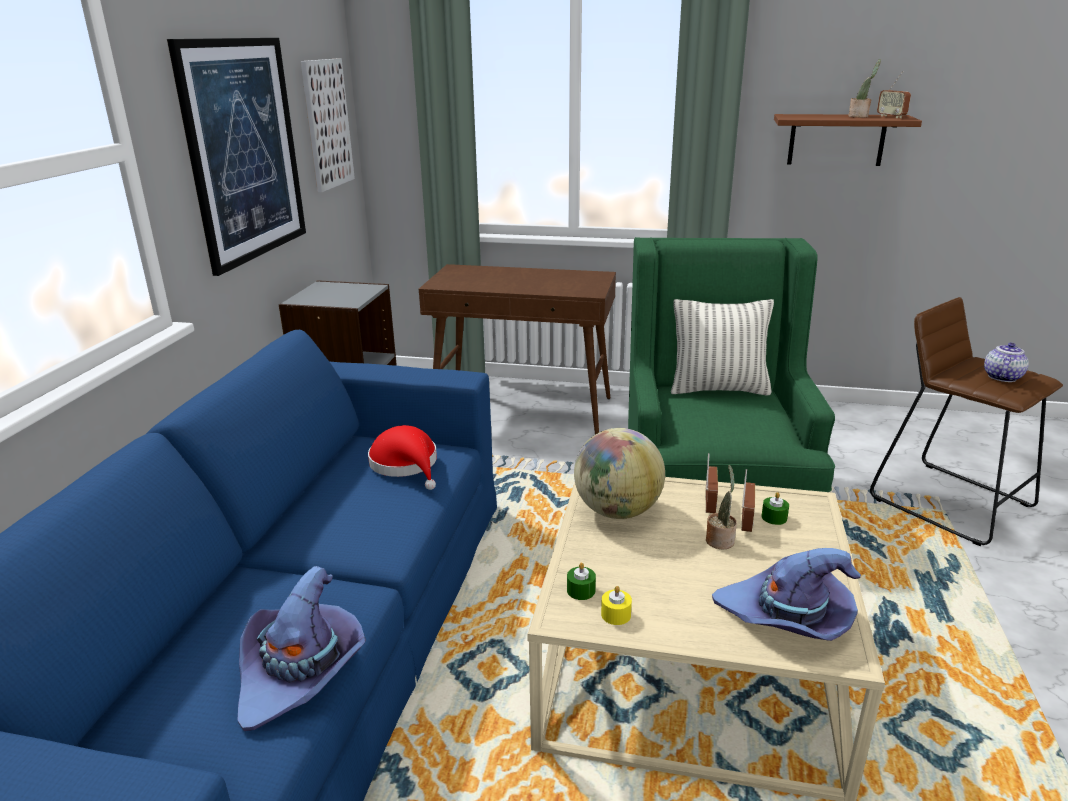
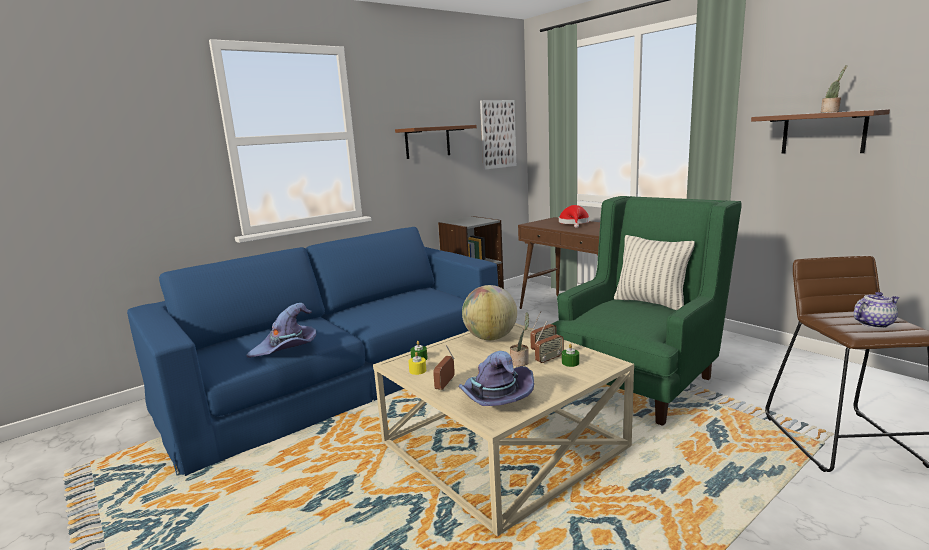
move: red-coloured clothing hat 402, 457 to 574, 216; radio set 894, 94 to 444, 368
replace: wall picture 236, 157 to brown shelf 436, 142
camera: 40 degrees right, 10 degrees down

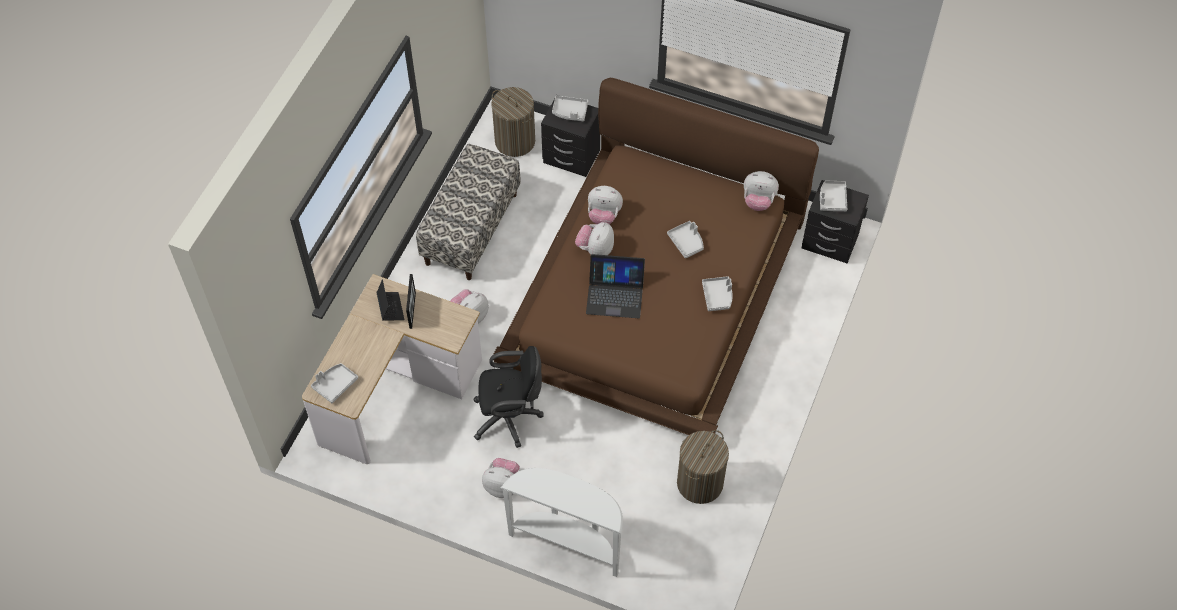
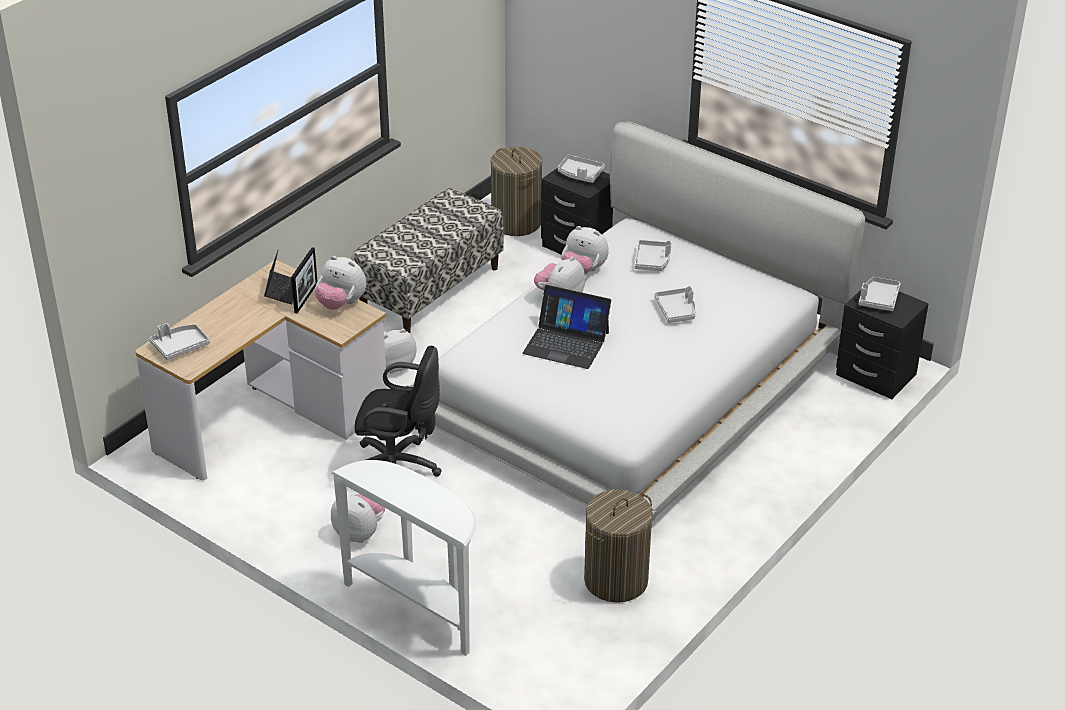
move: gray tray 717, 293 to 653, 255; cuddly toy 761, 191 to 340, 283
recolor: brown bed 656, 256 to white bed 635, 321
camera: 15 degrees right, 20 degrees down

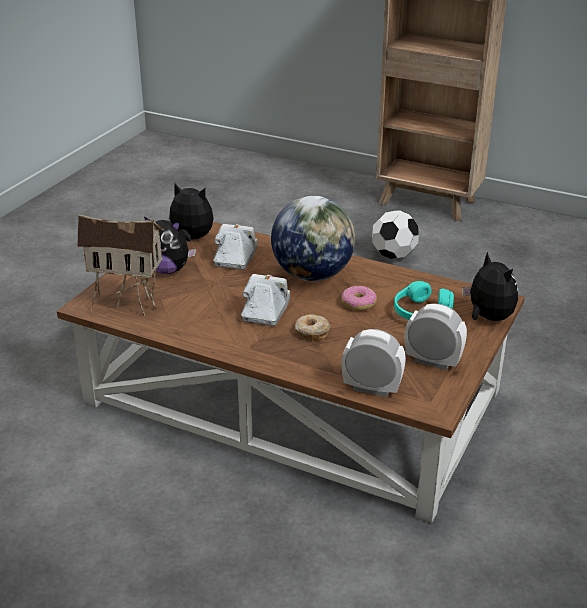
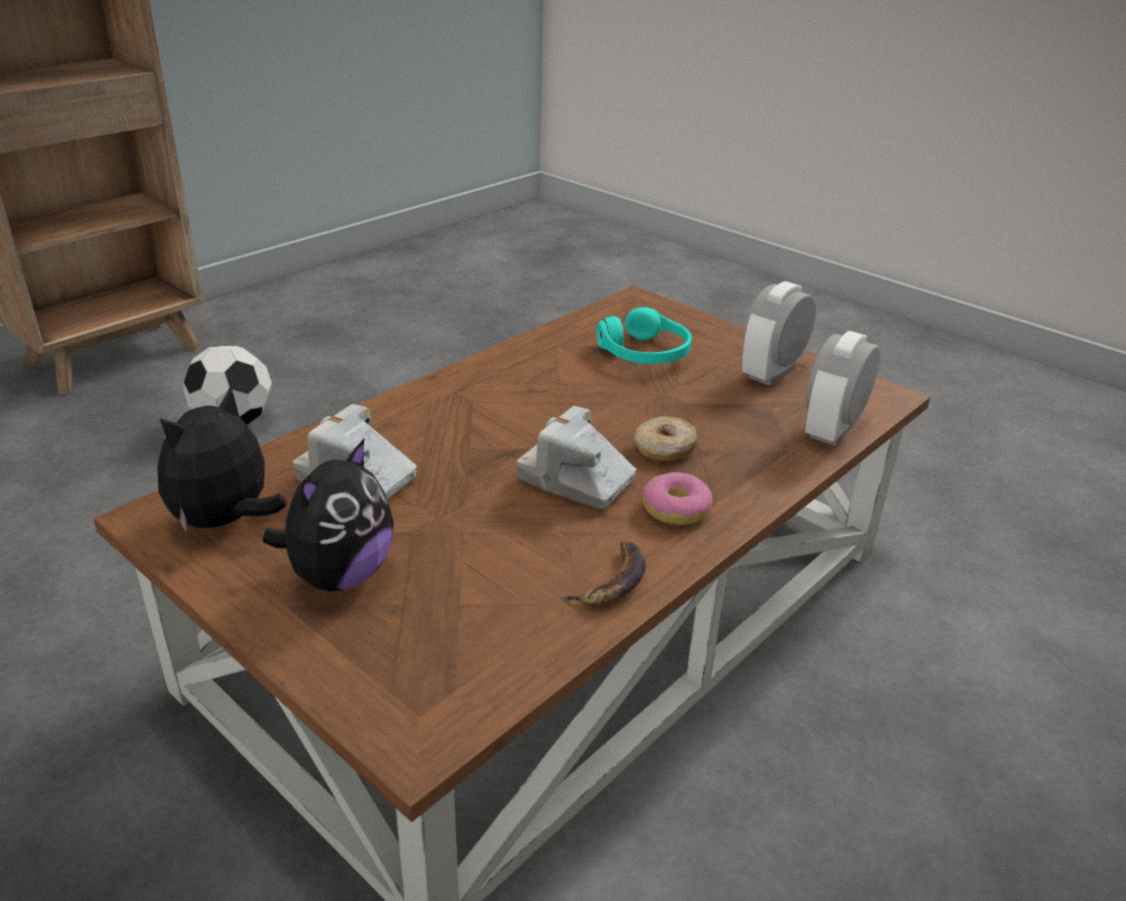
delete: model house 120, 265; world globe 313, 238; cuddly toy 490, 286
insert: banana fruit 602, 573
move: donut 359, 298 to 677, 498
camera: 75 degrees left, 0 degrees up

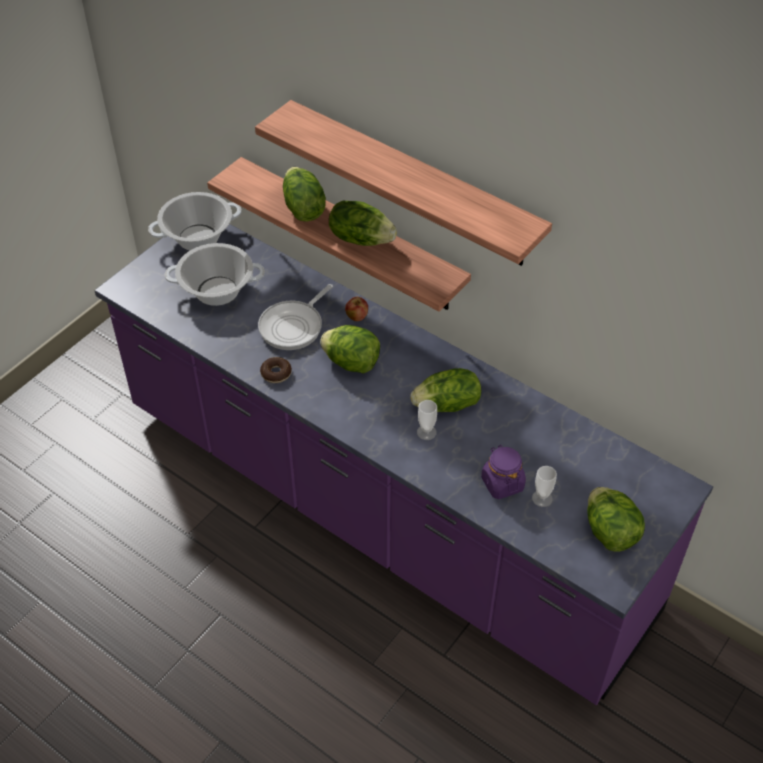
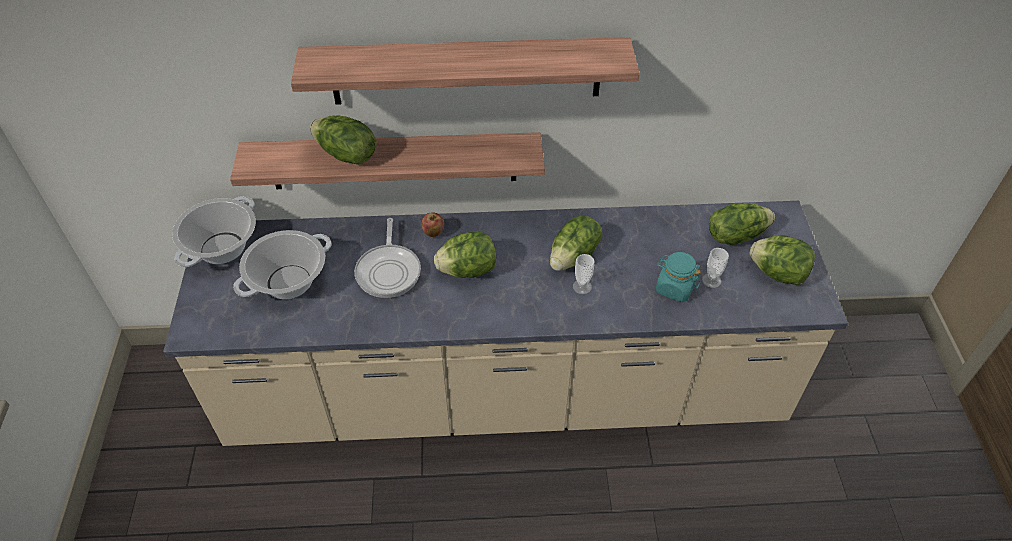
delete: donut 276, 370
move: head of lettuce 363, 223 to 742, 224
recolor: purple-coloured counter 403, 464 to beige counter 505, 323; purple-coloured preserve jar 503, 472 to blue-green preserve jar 678, 277
camera: 40 degrees left, 0 degrees up

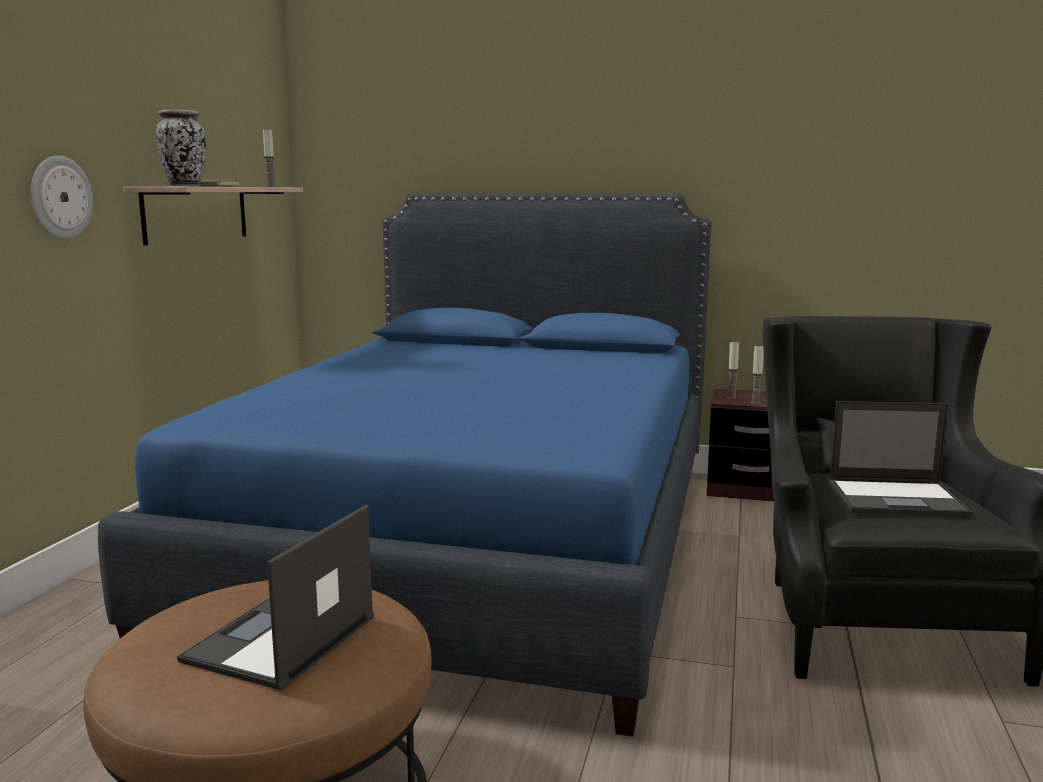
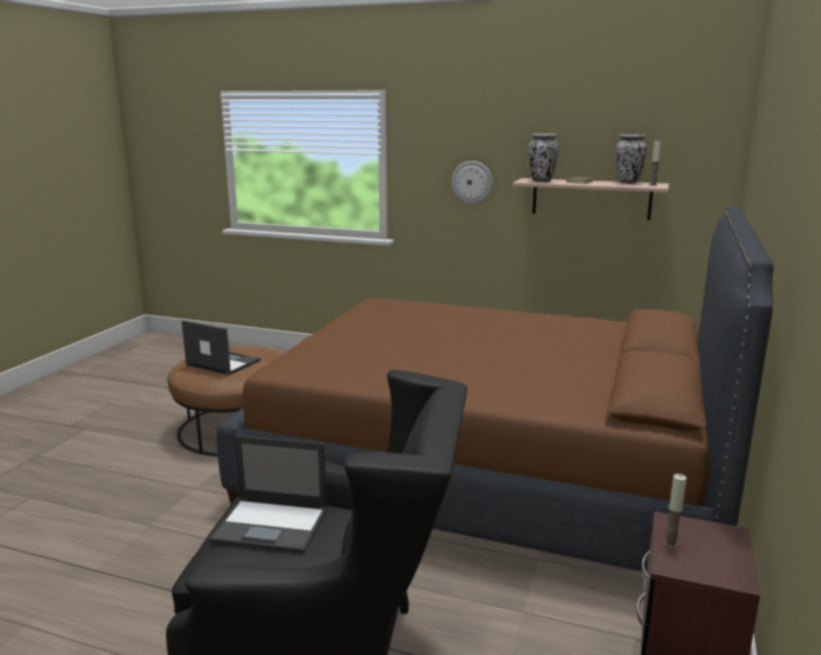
delete: candle 733, 370
insert: decorative vase 631, 159
recolor: blue-coloured bed 404, 465 to brown bed 495, 389
rotate: notebook computer 901, 459 = 268, 495 90 degrees counterclockwise
camera: 95 degrees right, 5 degrees up

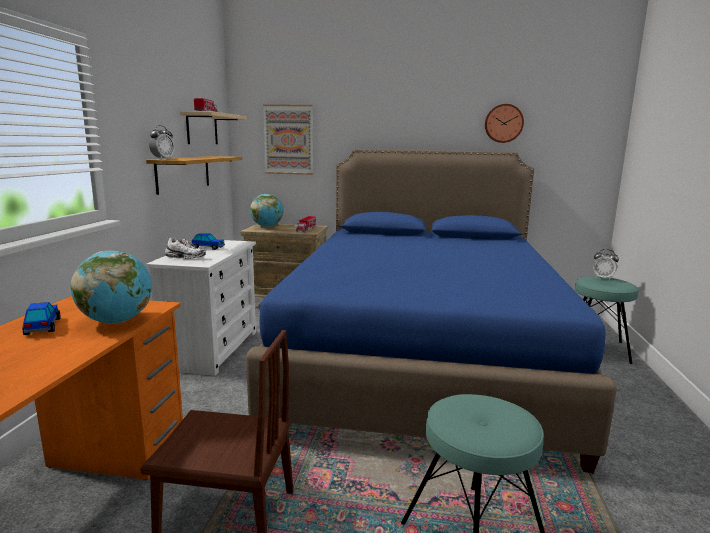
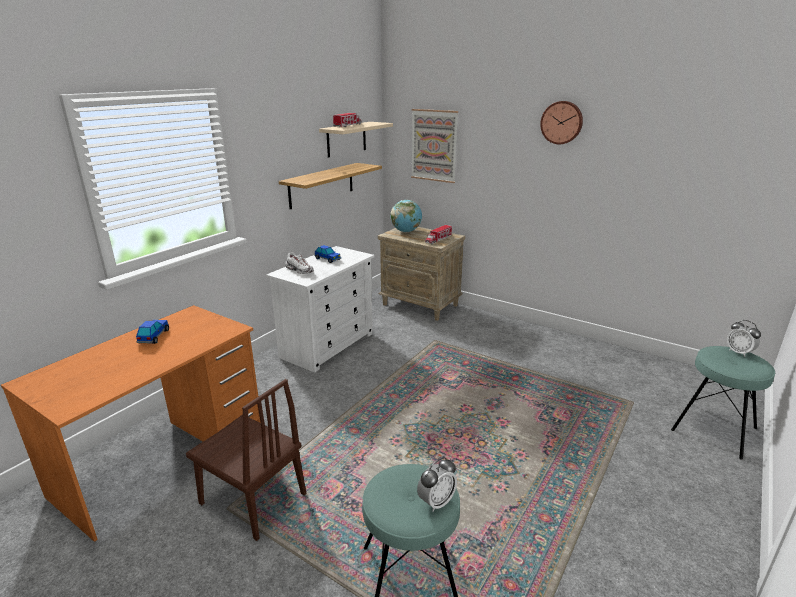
delete: world globe 111, 287; blue-coloured bed 431, 311
move: alarm clock 162, 142 to 437, 485; hanging clock 504, 123 to 561, 122
camera: 25 degrees right, 10 degrees up

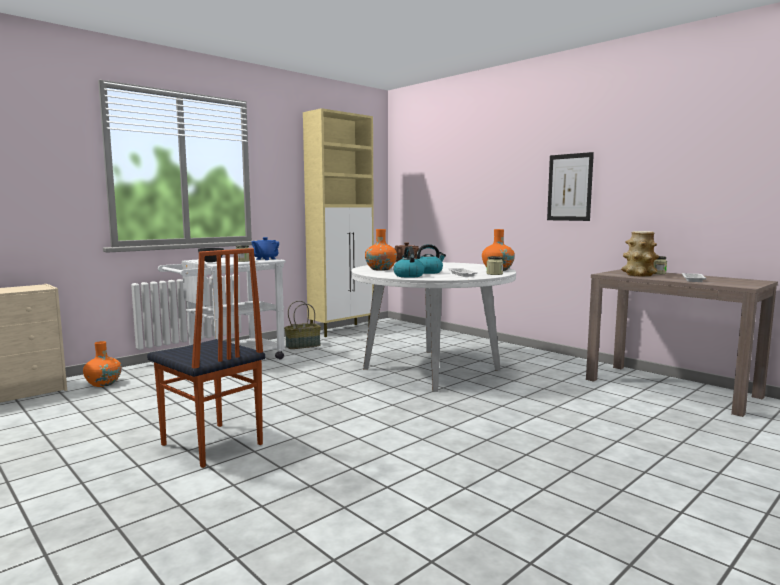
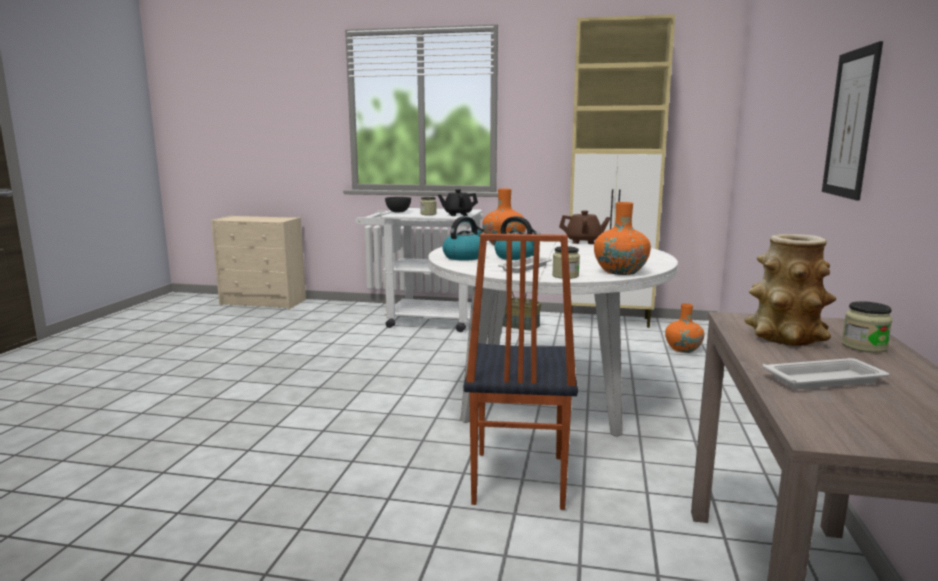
move: orangey decorative vase 102, 364 to 684, 328; chair 206, 358 to 521, 372
recolor: blue-coloured pot for tea 265, 248 to black-coloured pot for tea 458, 202
camera: 55 degrees right, 5 degrees up

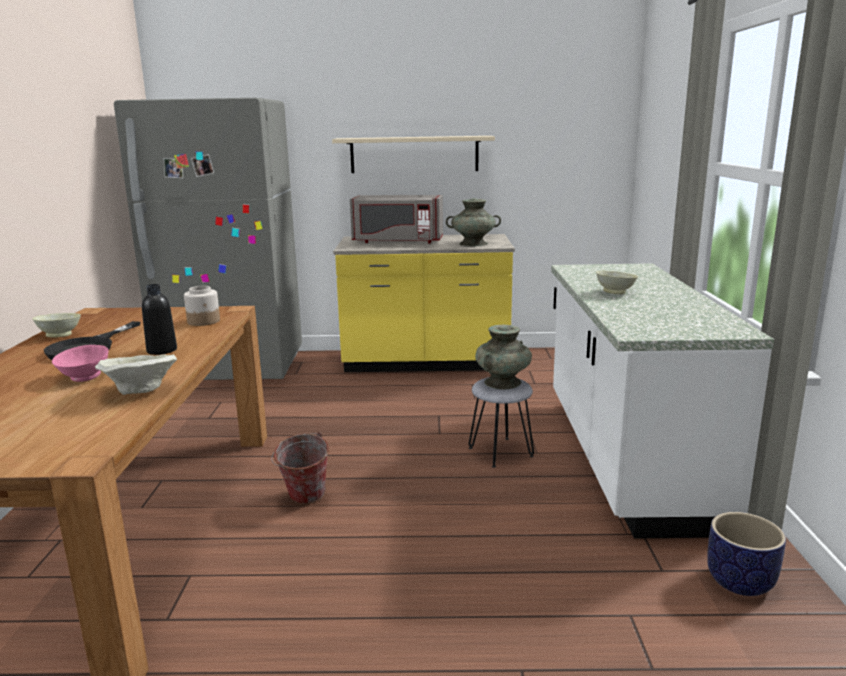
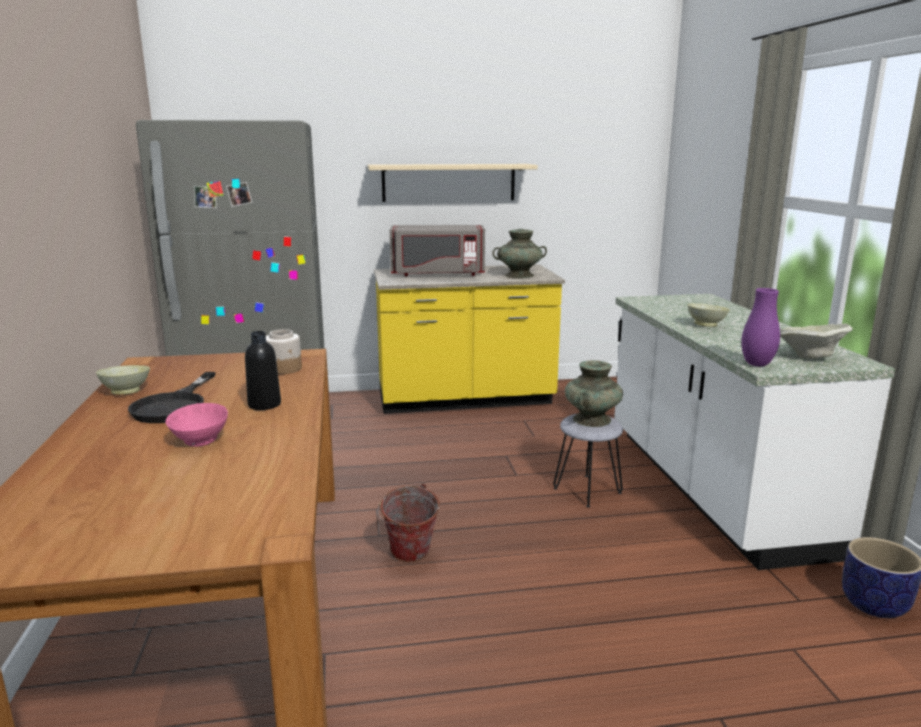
insert: purple-coloured decorative vase 760, 327
move: beige deep dish 136, 374 to 816, 340
camera: 10 degrees left, 0 degrees up

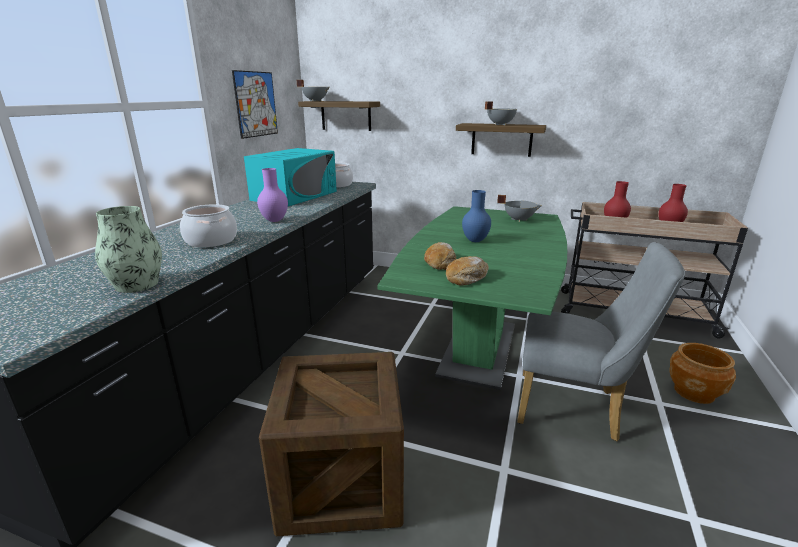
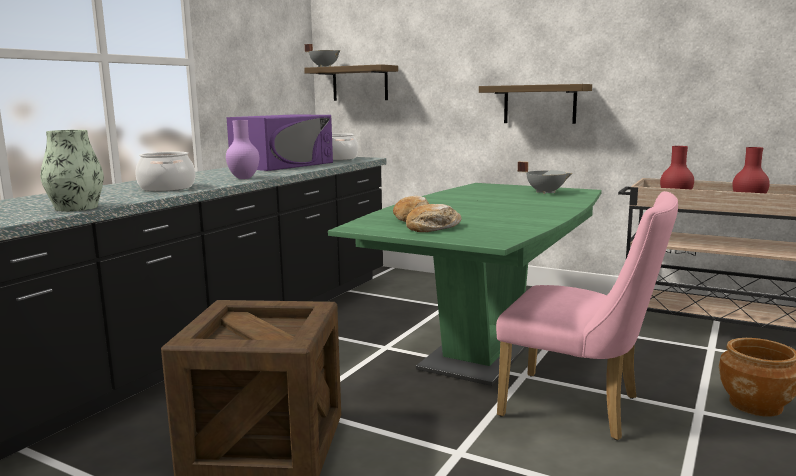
delete: wall picture 255, 104; blue-coloured decorative vase 476, 216; gray cooking pot 501, 113
recolor: blue-green microwave oven 290, 177 to purple-coloured microwave oven 279, 142; gray chair 601, 341 to pink chair 587, 315
camera: 10 degrees right, 10 degrees down

